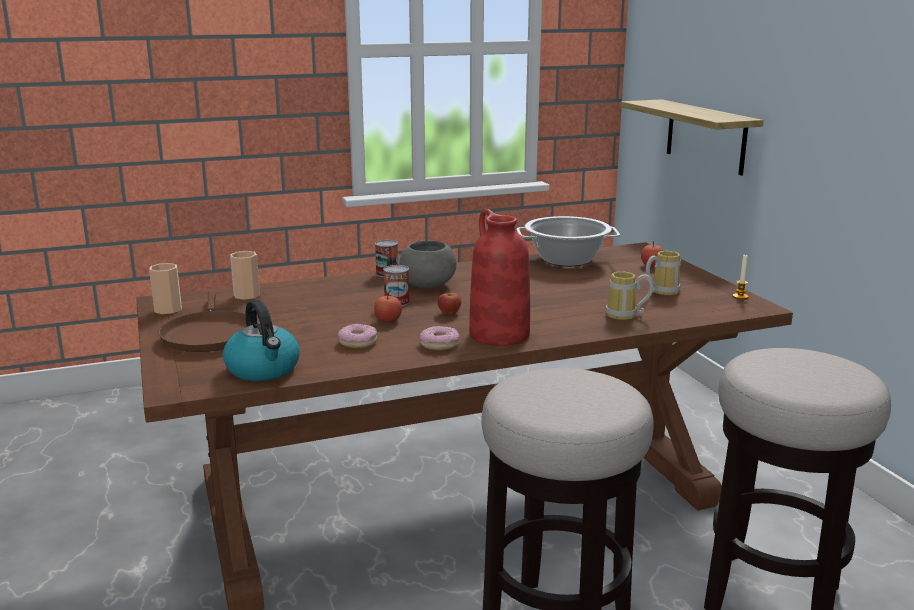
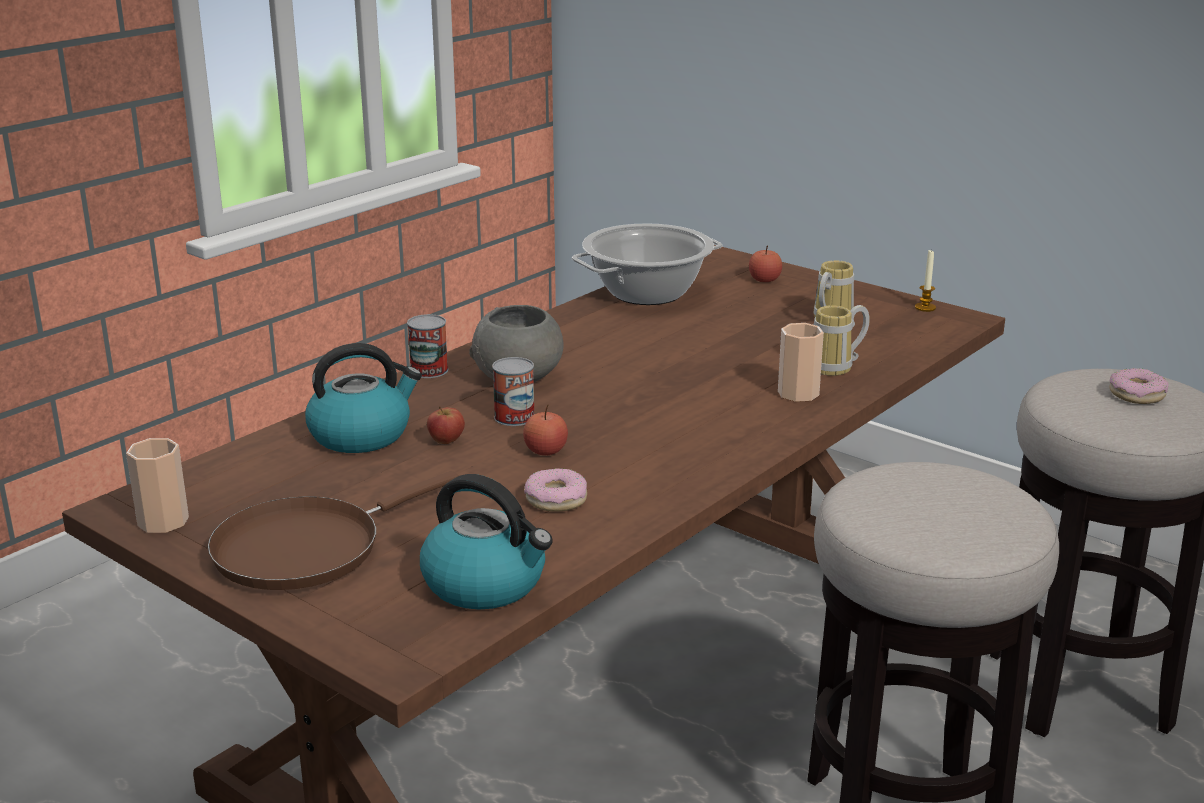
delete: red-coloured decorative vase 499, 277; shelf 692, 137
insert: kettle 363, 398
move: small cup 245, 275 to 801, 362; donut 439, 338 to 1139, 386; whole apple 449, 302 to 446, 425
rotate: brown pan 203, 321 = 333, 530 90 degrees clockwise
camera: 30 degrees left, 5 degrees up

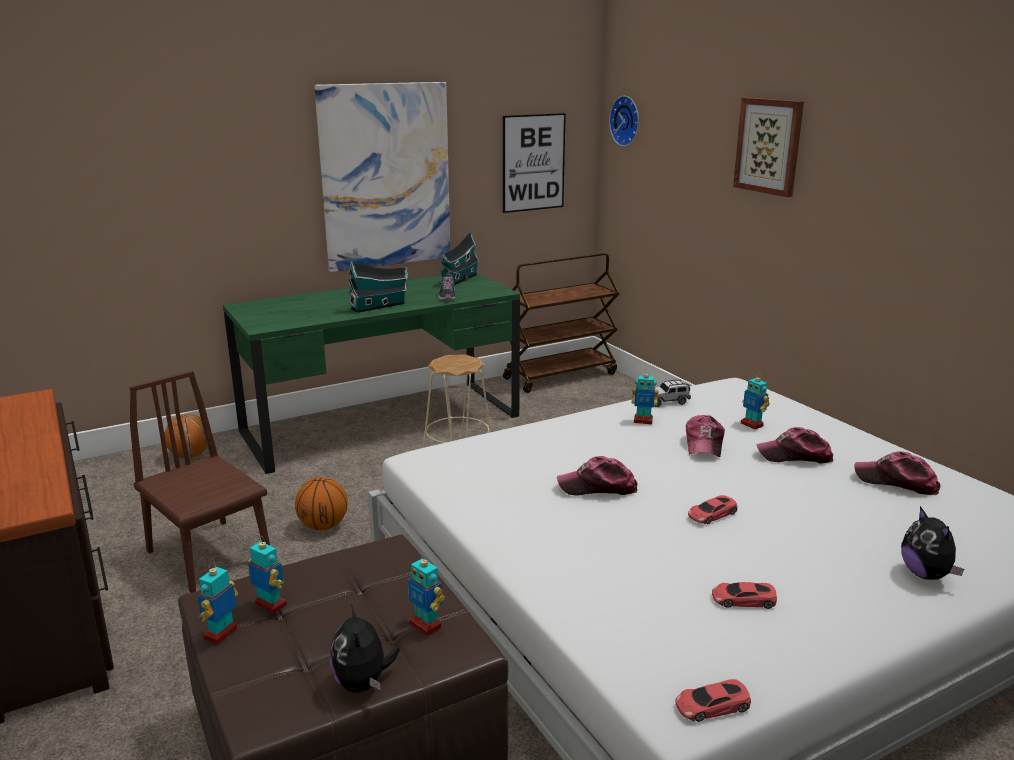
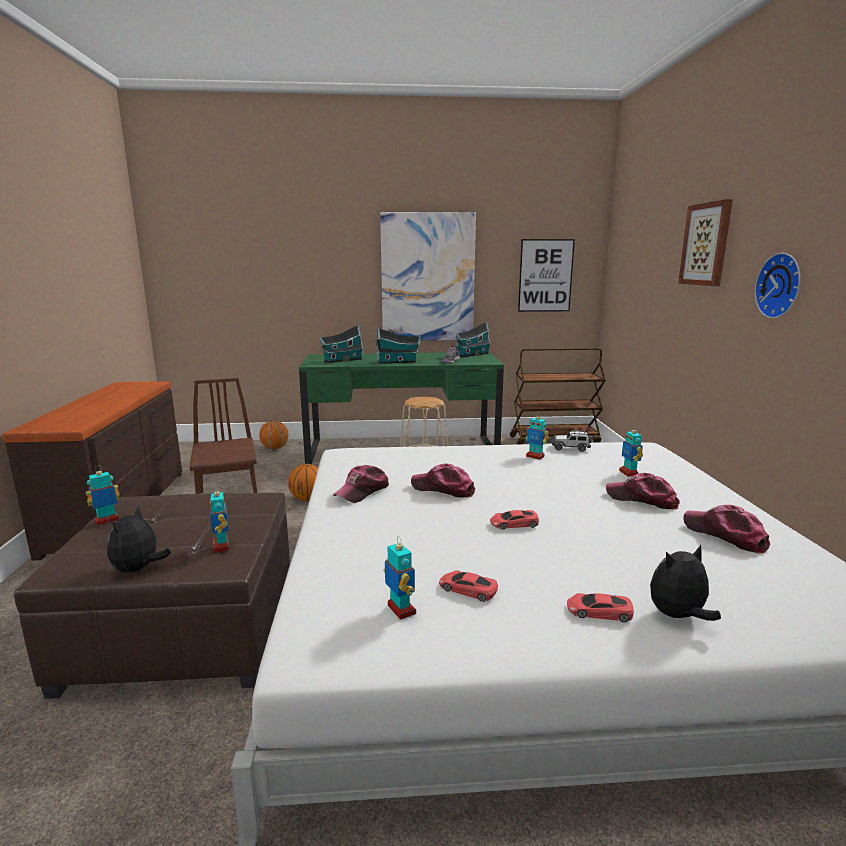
insert: model house 342, 344
move: toy robot 267, 575 to 399, 578; hanging clock 624, 121 to 777, 286; red-coloured miniature car 713, 700 to 600, 608; peaked cap 705, 436 to 361, 484
rotate: cuddly toy 932, 543 = 685, 583 60 degrees clockwise
camera: 25 degrees right, 5 degrees down

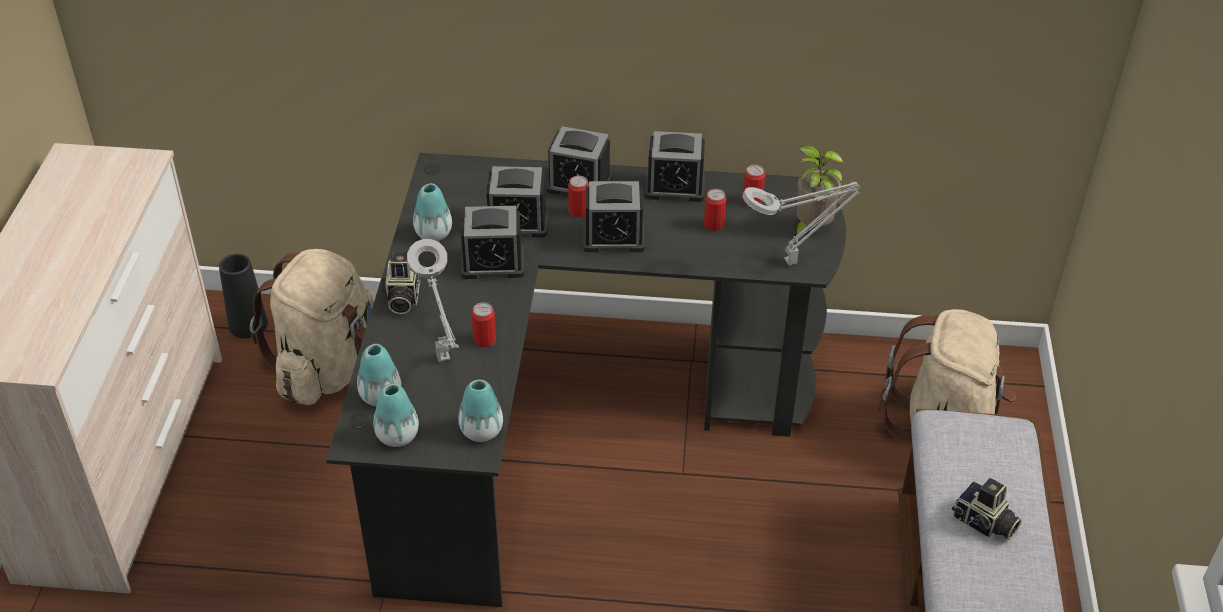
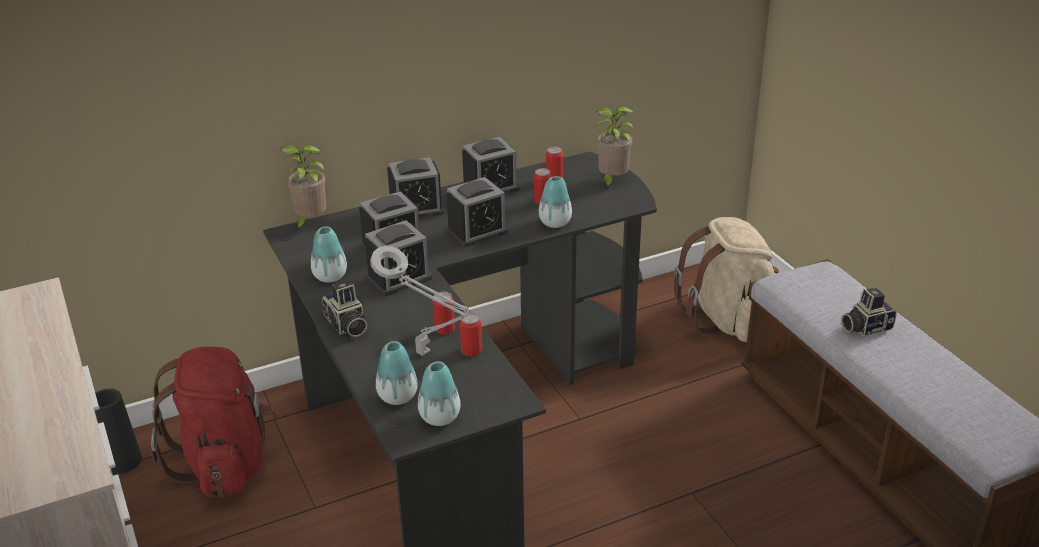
delete: gray table lamp 801, 223
insert: plant in a pot 303, 187
move: decorative vase 480, 411 to 555, 202; metal can 578, 196 to 471, 334
recolor: beige knapsack 312, 327 to red-coloured knapsack 212, 422
rotate: still camera 987, 509 = 869, 312 150 degrees clockwise
camera: 30 degrees left, 10 degrees down

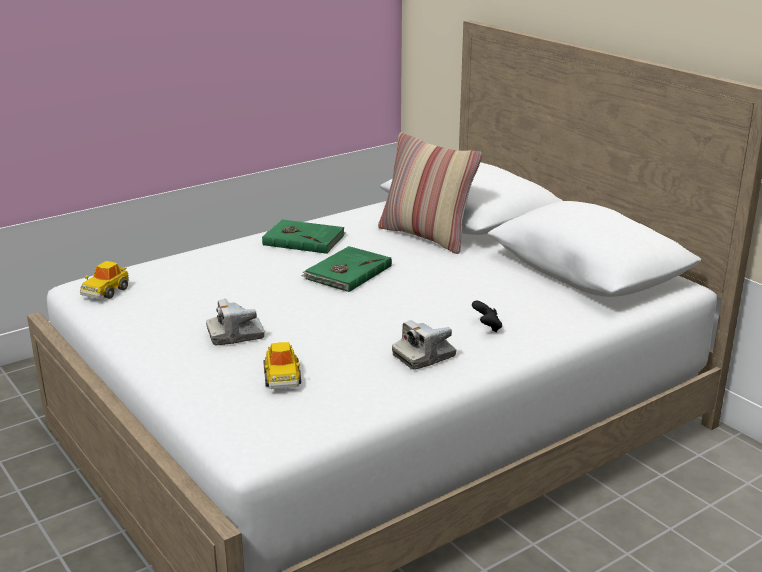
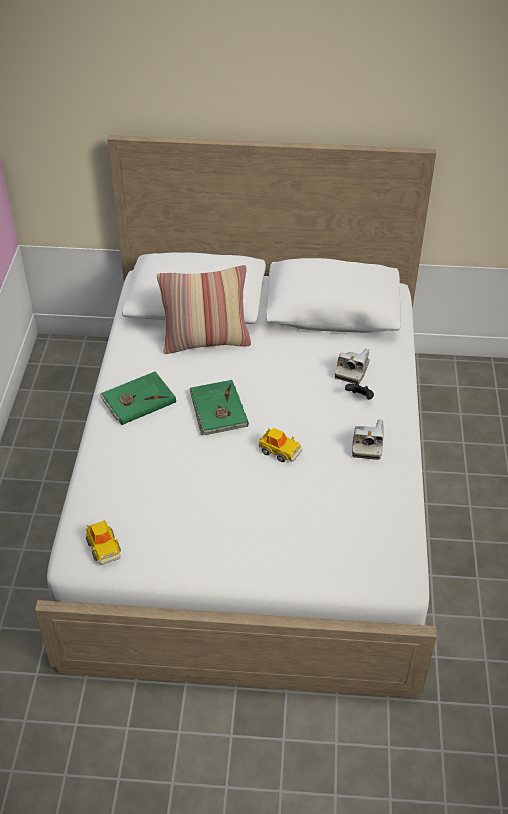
move: still camera 235, 322 to 352, 366; miniature car 282, 365 to 280, 445
camera: 50 degrees left, 20 degrees up

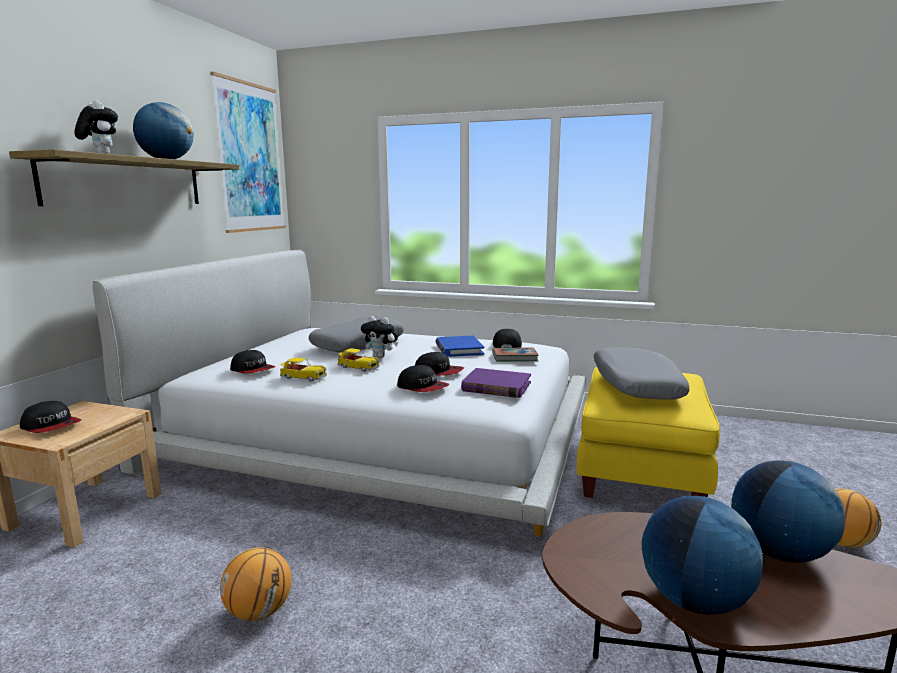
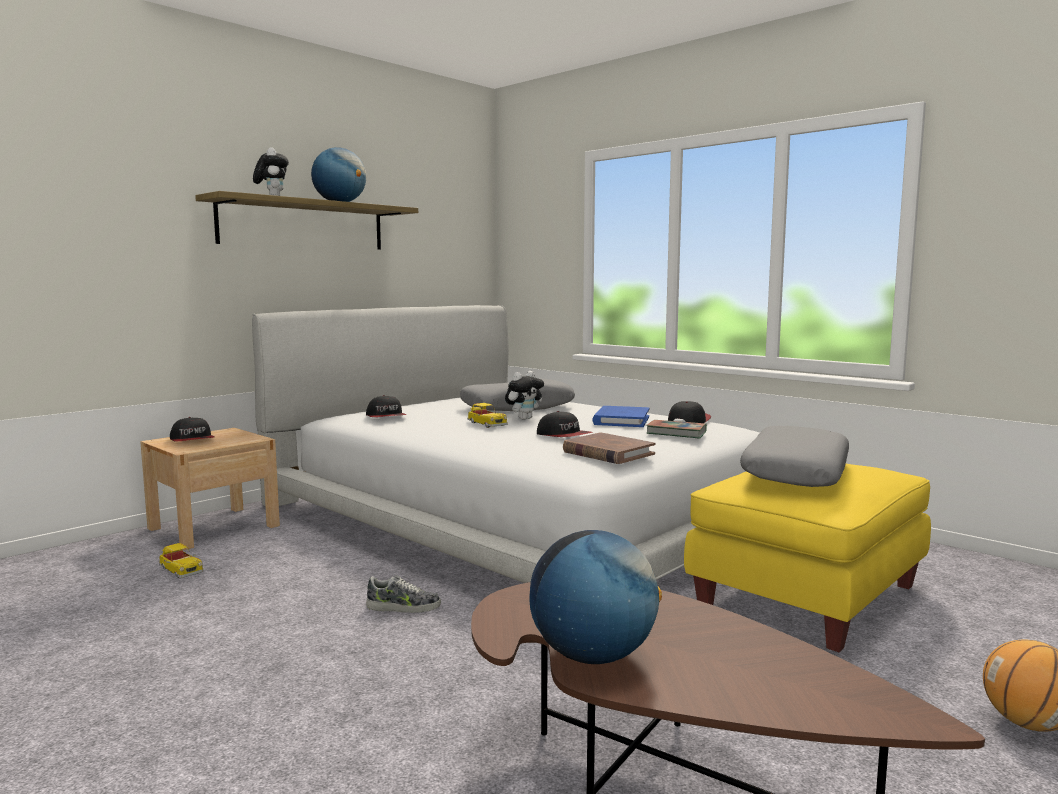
delete: wall picture 248, 152; basketball 255, 584; peaked cap 423, 378; world globe 788, 511
insert: low shoe 403, 594
move: miniature car 303, 369 to 181, 560
recolor: purple-coloured book 496, 383 to brown book 609, 448
rotate: cuddly toy 379, 337 = 524, 395 90 degrees counterclockwise
camera: 25 degrees right, 5 degrees down

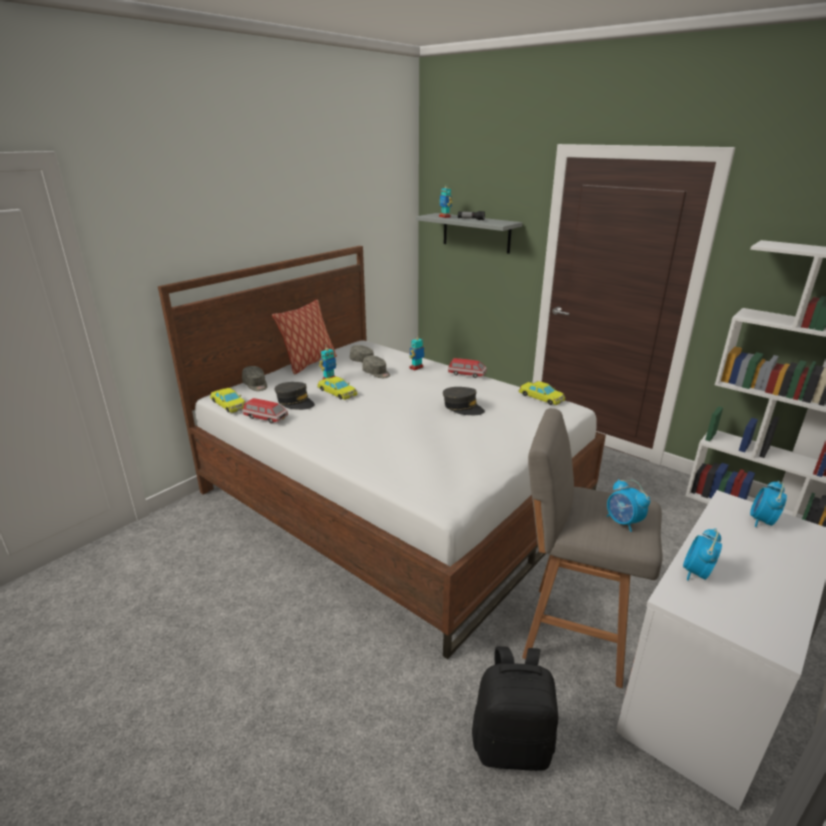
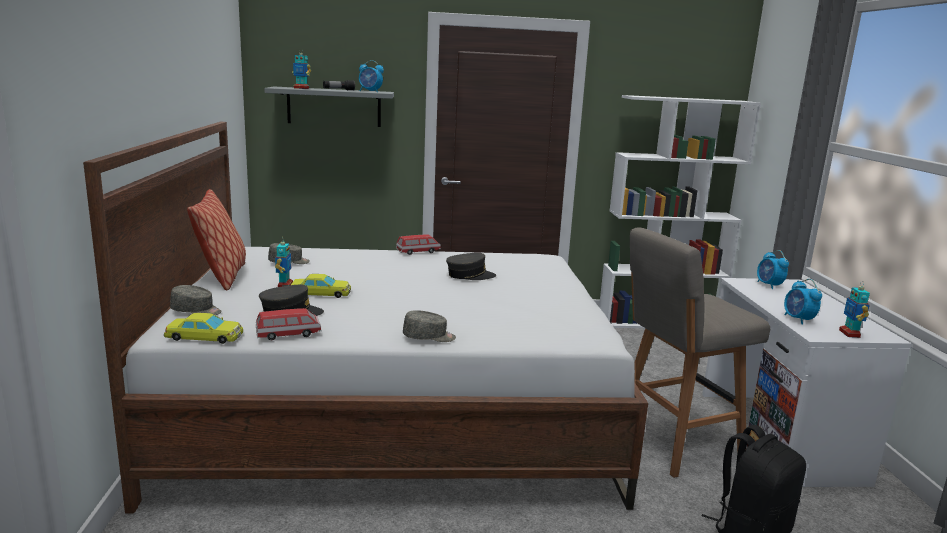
delete: yellow-coloured miniature car 542, 393
move: gray peaked cap 376, 367 to 429, 326; toy robot 417, 354 to 854, 309; alarm clock 628, 505 to 371, 76
camera: 45 degrees left, 10 degrees down

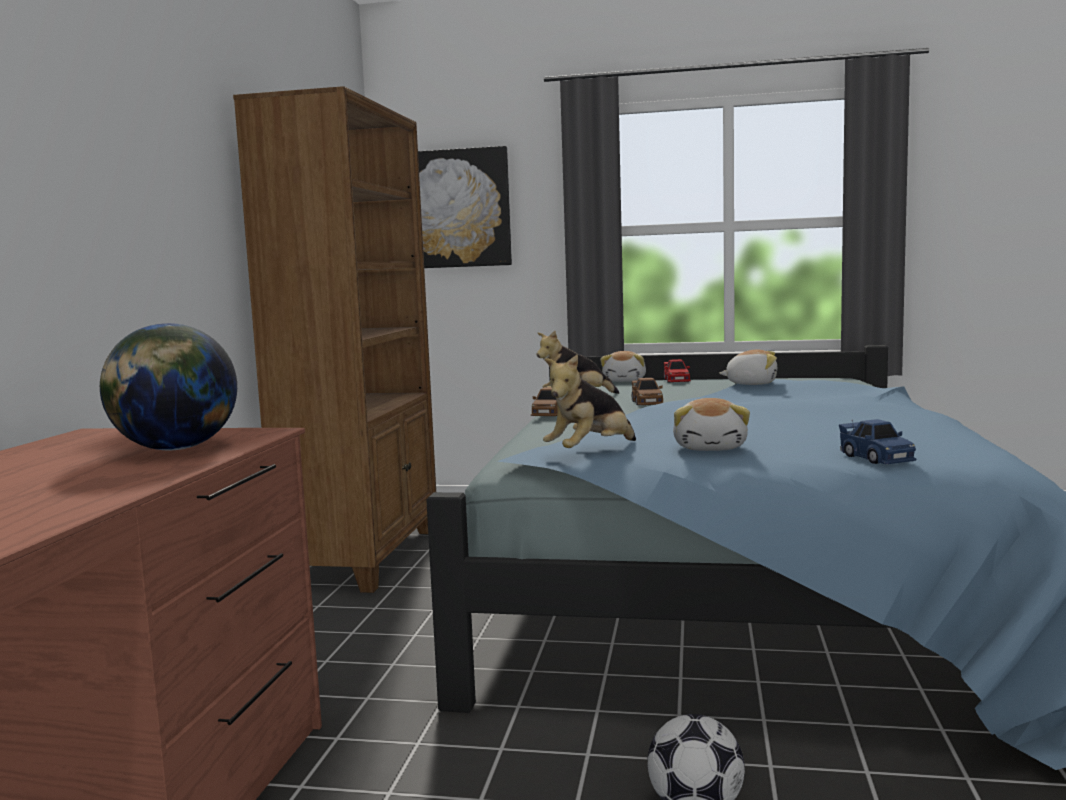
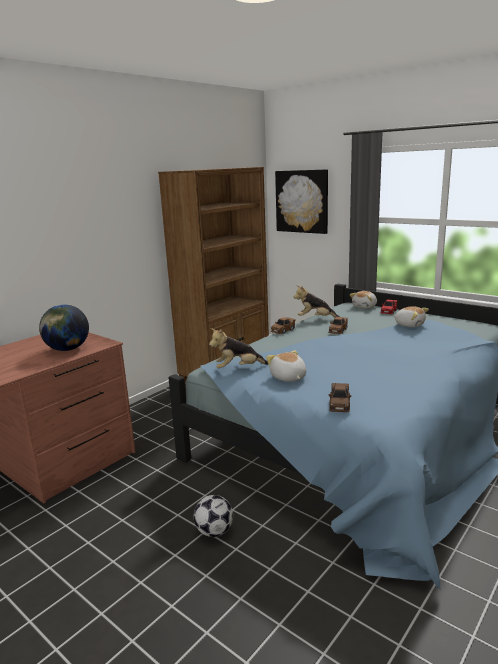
recolor: blue-coloured miniature car 878, 441 to brown miniature car 340, 397
rotate: cuddly toy 711, 424 = 286, 366 120 degrees clockwise
camera: 30 degrees right, 10 degrees up

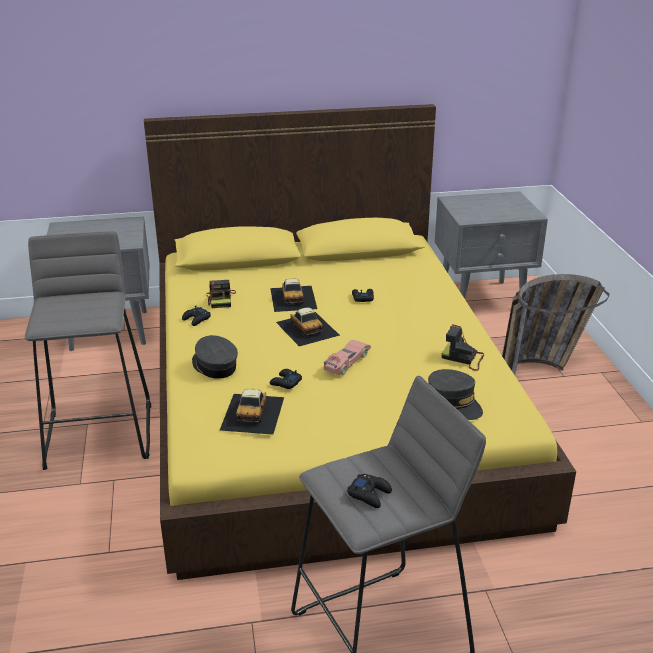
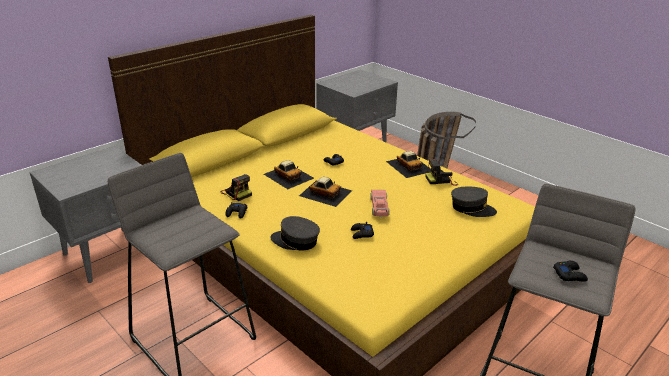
move: miniature car 252, 412 to 408, 164
camera: 35 degrees left, 0 degrees up

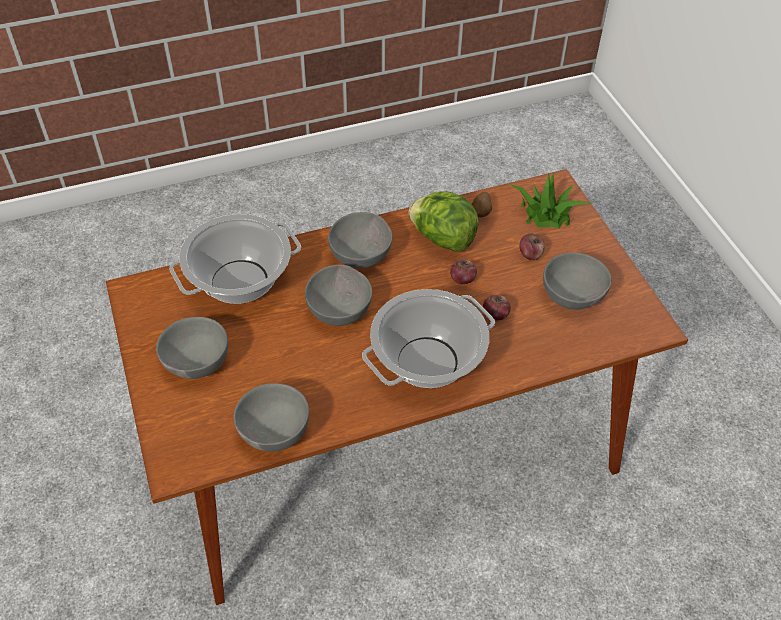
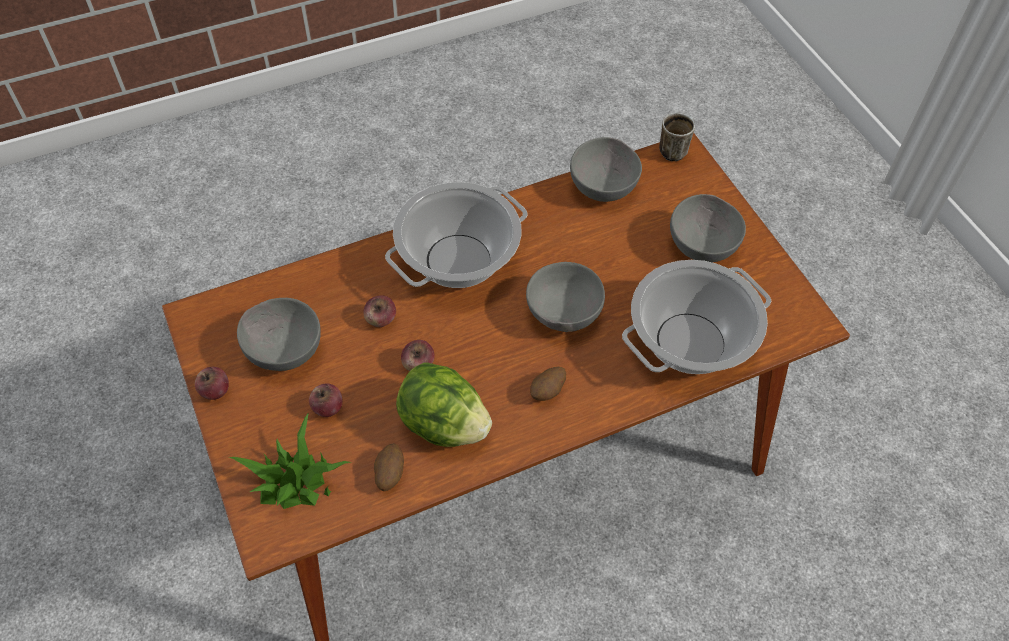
insert: whole apple 212, 383; tea mug 677, 137
replace: gray deep dish 360, 240 to potato 548, 384
camera: 175 degrees right, 5 degrees up

